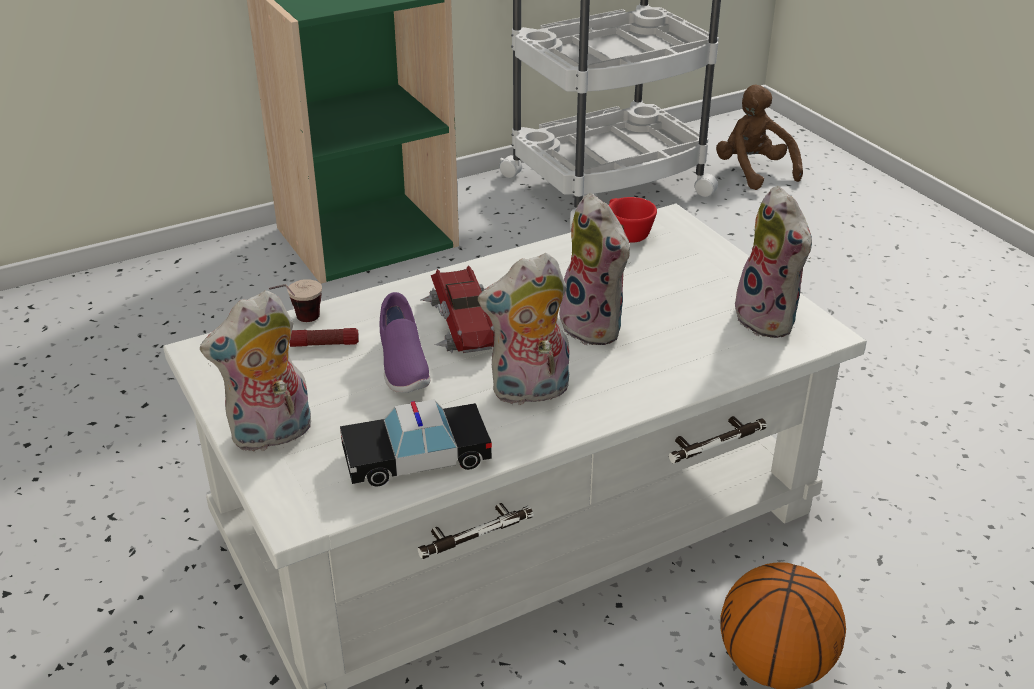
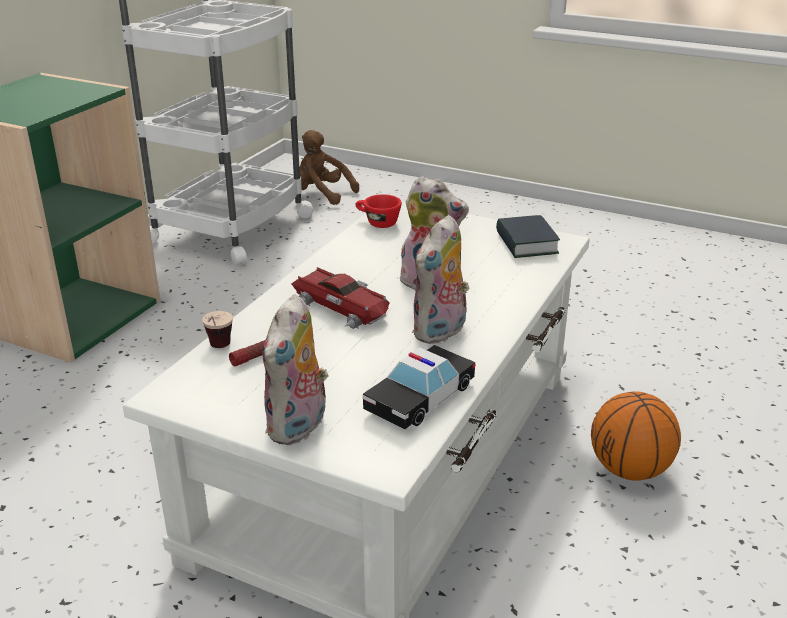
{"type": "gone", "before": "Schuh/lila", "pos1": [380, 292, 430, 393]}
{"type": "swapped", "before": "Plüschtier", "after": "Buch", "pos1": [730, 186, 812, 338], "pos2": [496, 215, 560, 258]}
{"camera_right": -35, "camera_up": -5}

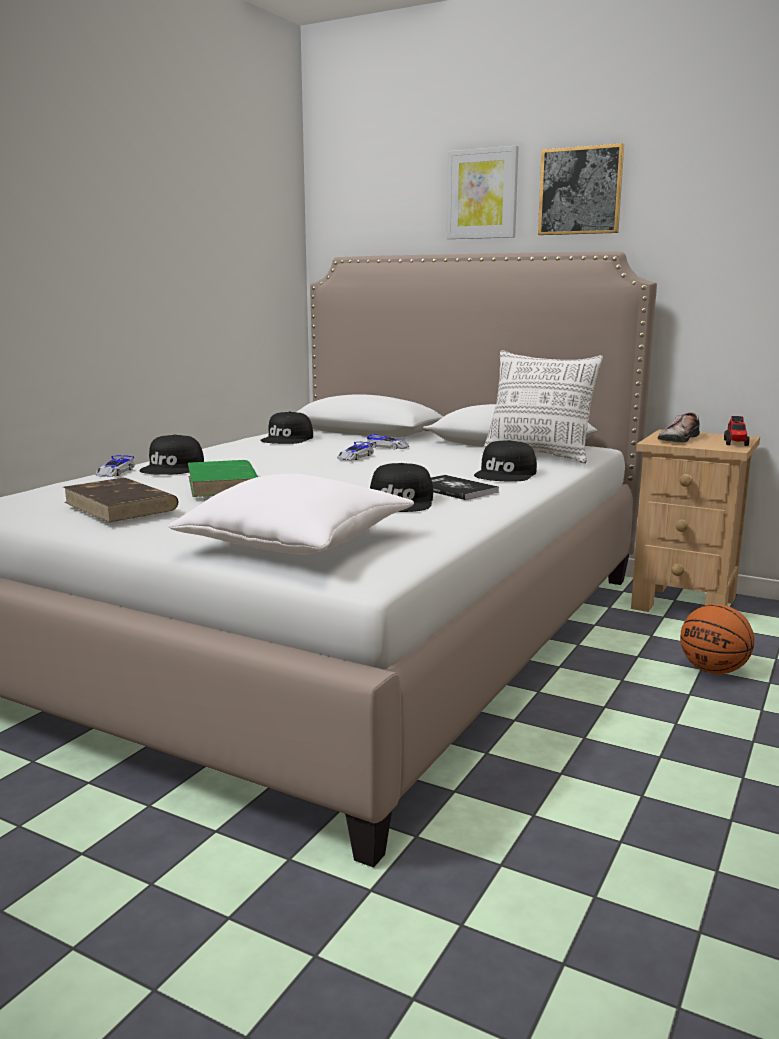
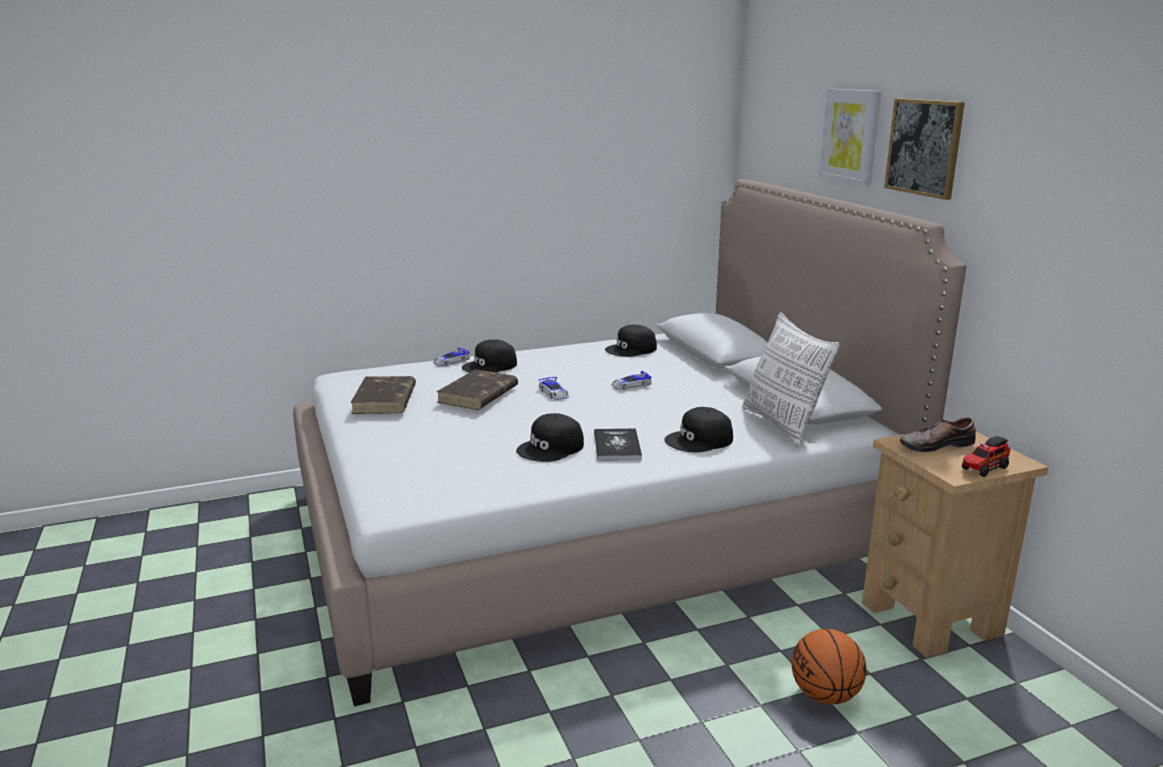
{"type": "gone", "before": "Kissen/weiß", "pos1": [168, 474, 414, 554]}
{"type": "shifted", "before": "Spielzeugauto", "pos1": [366, 434, 409, 450], "pos2": [538, 377, 569, 400]}
{"type": "repainted", "before": "Buch/grün", "after": "Buch/braun", "pos1": [188, 460, 258, 497], "pos2": [436, 369, 518, 410]}
{"camera_right": 40, "camera_up": 5}

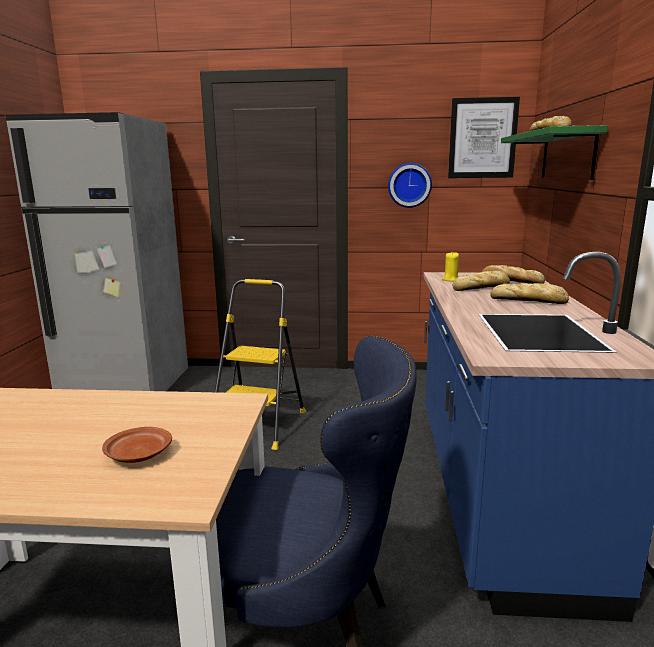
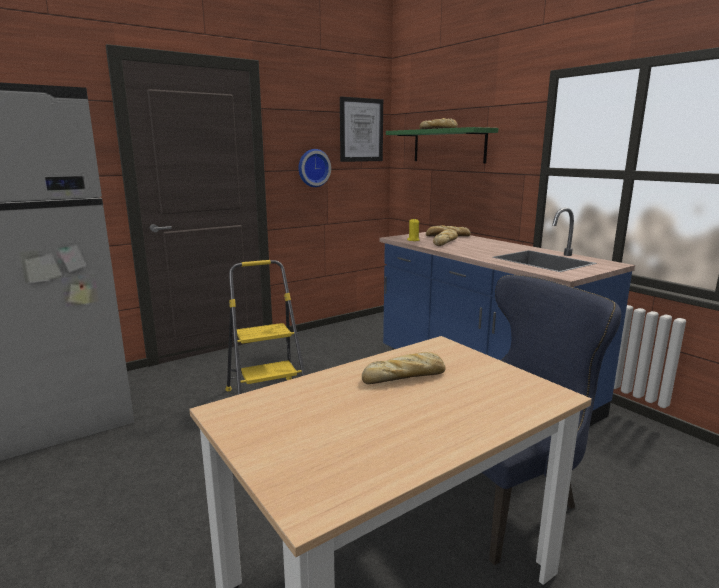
{"type": "gone", "before": "Teller/braun", "pos1": [102, 427, 172, 463]}
{"type": "shifted", "before": "Brot", "pos1": [490, 283, 569, 304], "pos2": [362, 352, 446, 384]}
{"camera_right": -40, "camera_up": 0}

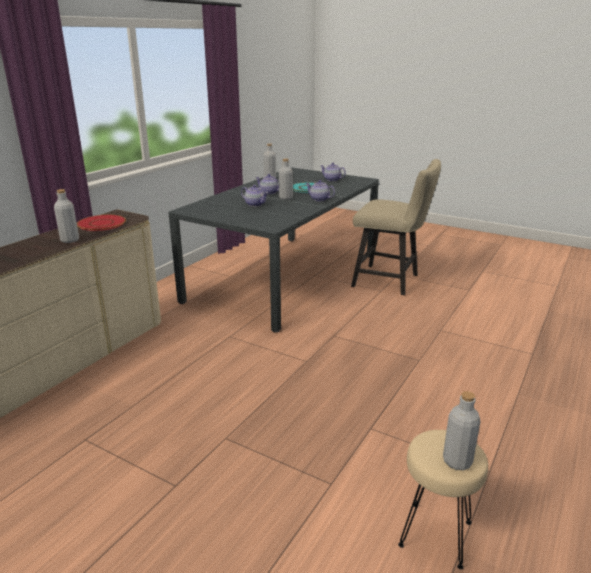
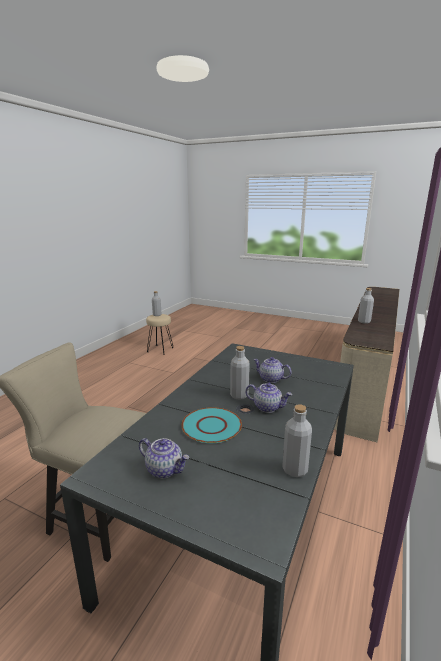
{"type": "gone", "before": "Teller/rot", "pos1": [77, 215, 126, 231]}
{"type": "gone", "before": "Teekanne", "pos1": [305, 180, 335, 201]}
{"camera_right": 175, "camera_up": -5}

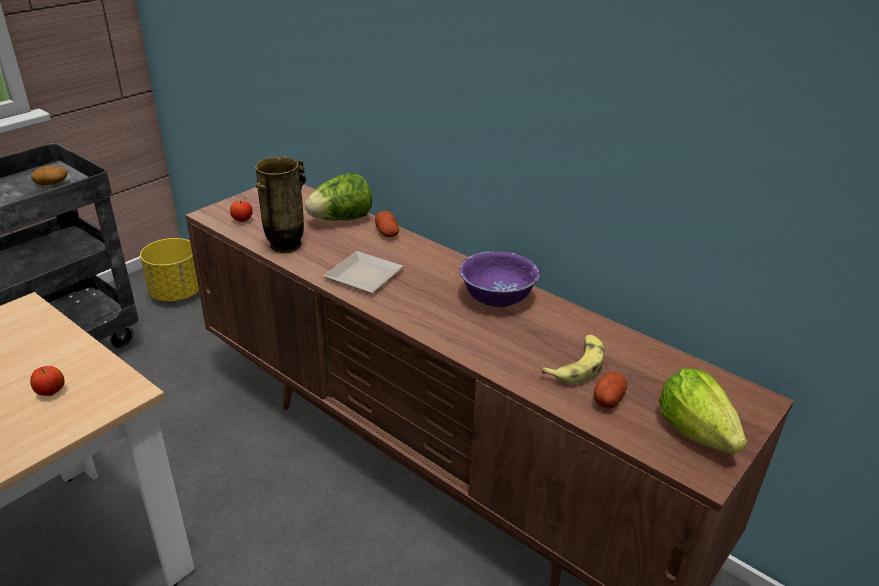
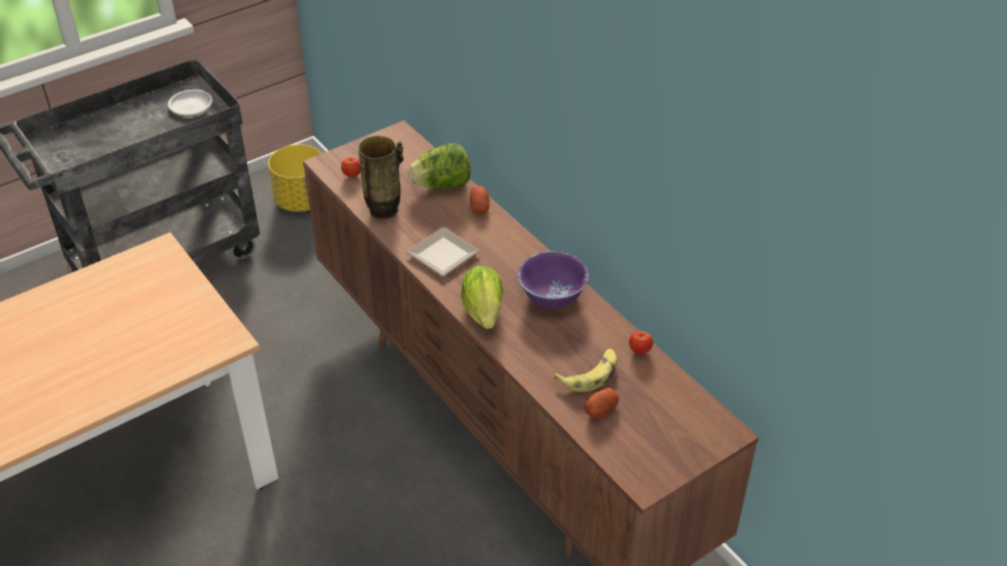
{"type": "shifted", "before": "Apfel", "pos1": [30, 366, 65, 396], "pos2": [629, 331, 653, 354]}
{"type": "shifted", "before": "Salatkopf", "pos1": [659, 368, 747, 454], "pos2": [461, 266, 503, 329]}
{"type": "swapped", "before": "Kartoffel", "after": "Teller/weiß", "pos1": [31, 165, 68, 185], "pos2": [168, 90, 213, 115]}
{"camera_right": 15, "camera_up": 10}

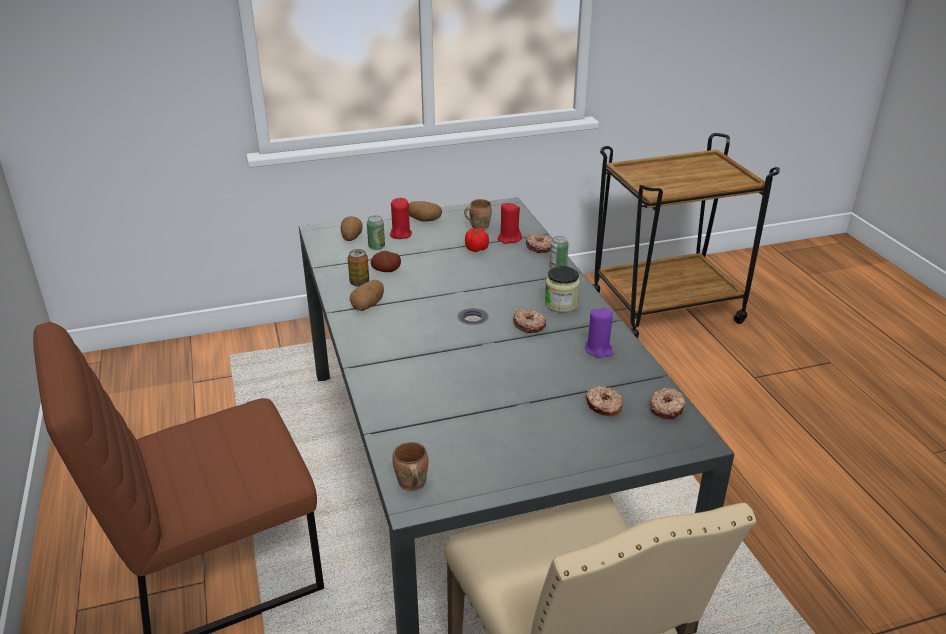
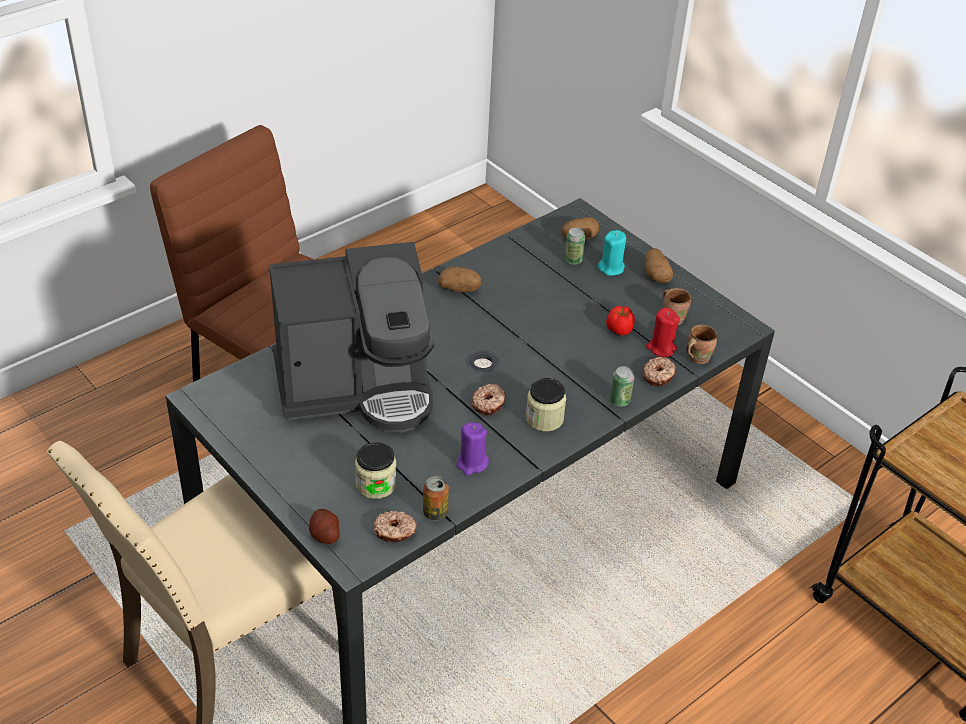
{"type": "new", "after": "Kaffeemaschine", "pos2": [269, 242, 434, 433]}
{"type": "shifted", "before": "Dose", "pos1": [348, 249, 369, 287], "pos2": [423, 476, 449, 521]}
{"type": "shifted", "before": "Kartoffel", "pos1": [371, 251, 401, 272], "pos2": [309, 509, 340, 544]}
{"type": "shifted", "before": "Henkelbecher/braun", "pos1": [392, 442, 428, 491], "pos2": [686, 325, 717, 364]}
{"type": "swapped", "before": "Donut", "after": "Vorratsglas", "pos1": [586, 386, 623, 416], "pos2": [355, 442, 396, 499]}
{"type": "repainted", "before": "Kerze/rot", "after": "Kerze/türkis", "pos1": [390, 198, 412, 239], "pos2": [598, 230, 626, 276]}
{"camera_right": 65, "camera_up": 10}

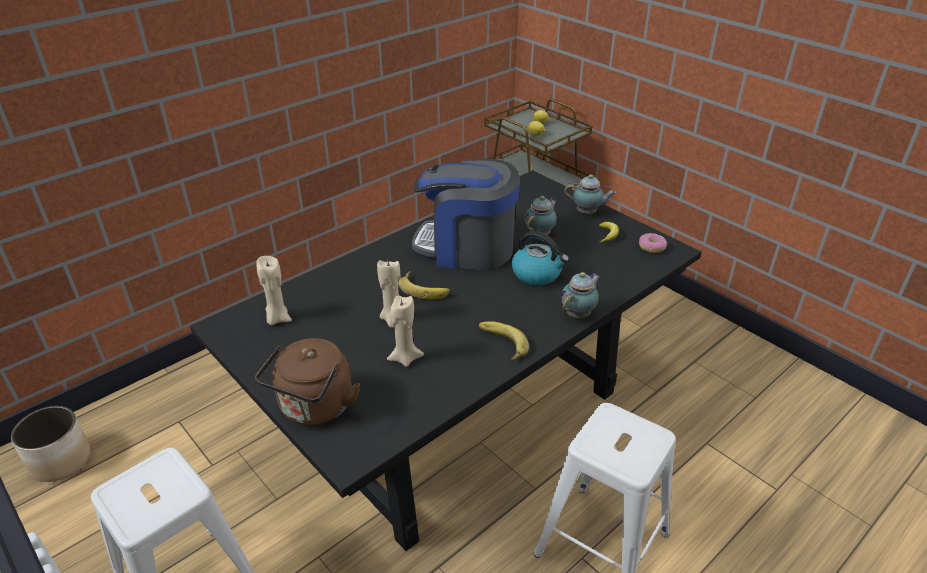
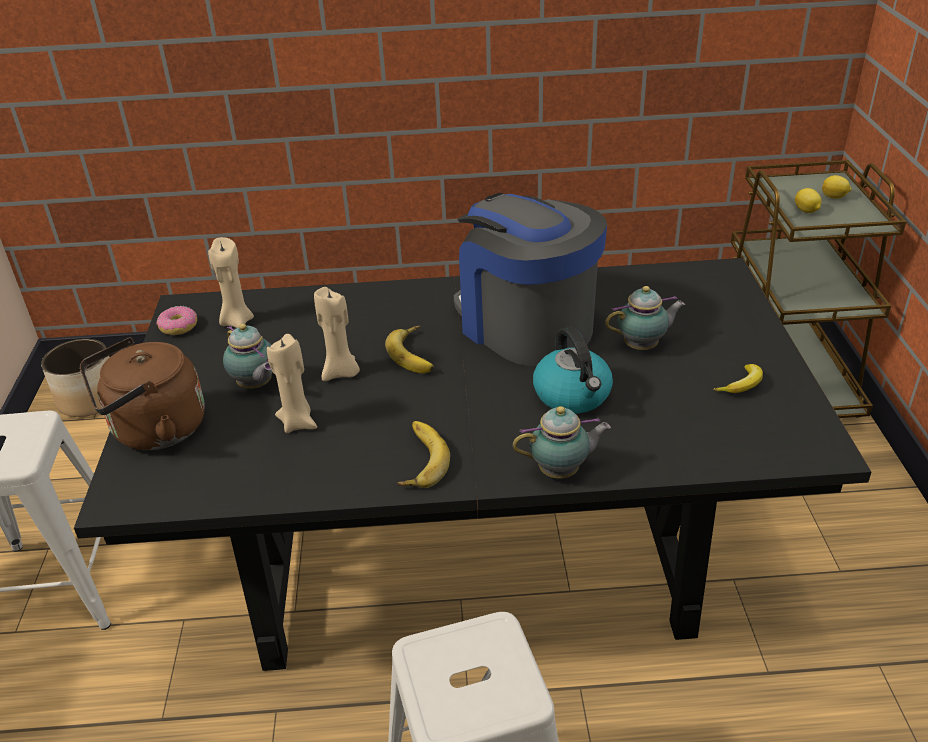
{"type": "shifted", "before": "Teekanne", "pos1": [564, 174, 616, 214], "pos2": [223, 324, 272, 389]}
{"type": "shifted", "before": "Donut", "pos1": [639, 233, 667, 253], "pos2": [157, 306, 197, 335]}
{"camera_right": 40, "camera_up": 0}

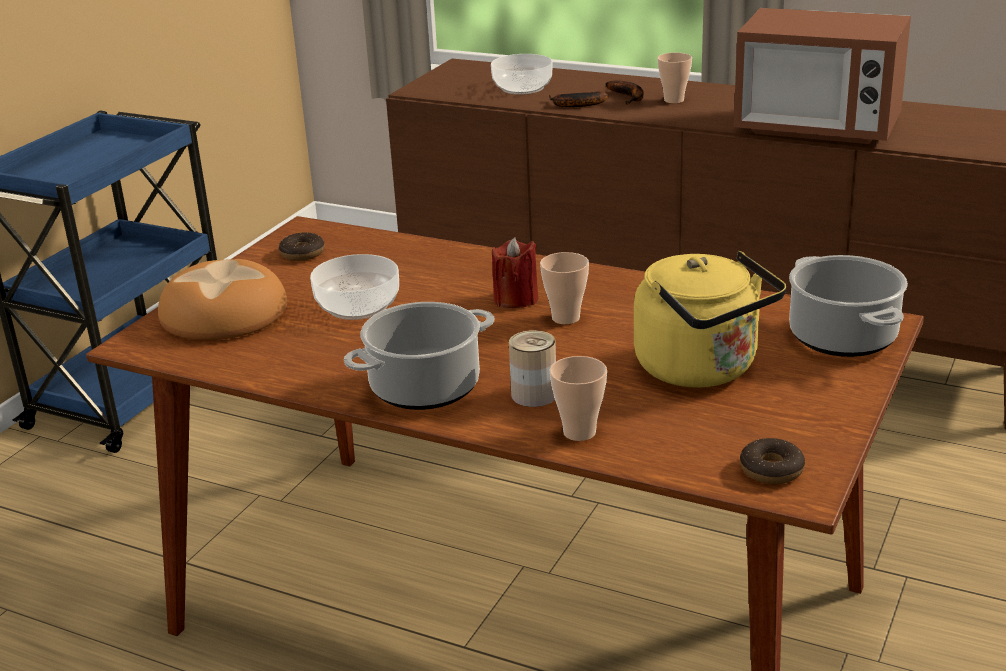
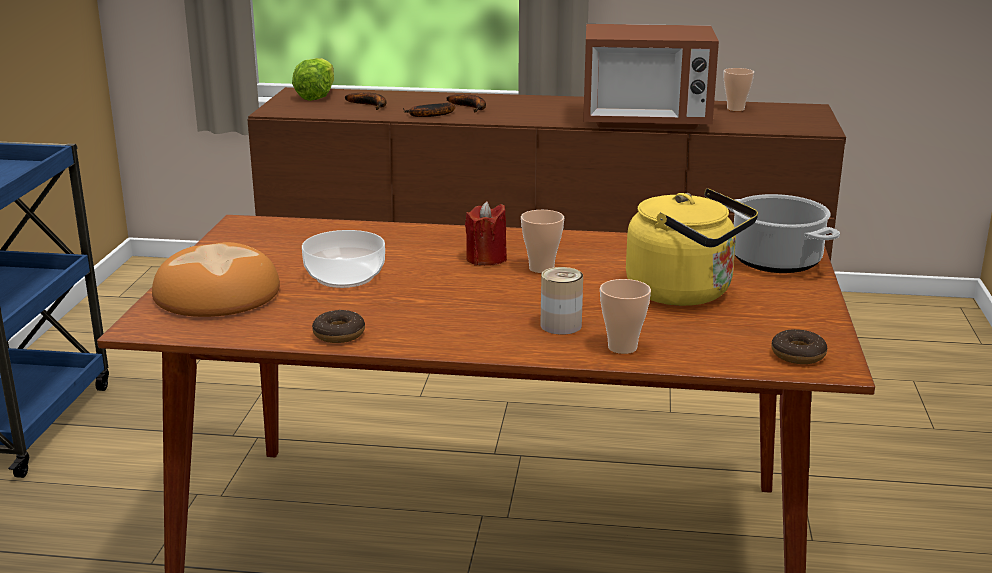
{"type": "gone", "before": "Kochtopf", "pos1": [344, 302, 494, 410]}
{"type": "new", "after": "Salatkopf", "pos2": [292, 58, 334, 101]}
{"type": "shifted", "before": "Donut", "pos1": [279, 232, 325, 261], "pos2": [312, 310, 365, 343]}
{"type": "shifted", "before": "Tasse", "pos1": [657, 53, 692, 104], "pos2": [724, 68, 754, 111]}
{"type": "swapped", "before": "Schüssel", "after": "Banane", "pos1": [491, 54, 552, 95], "pos2": [345, 93, 386, 110]}
{"camera_right": -20, "camera_up": -5}

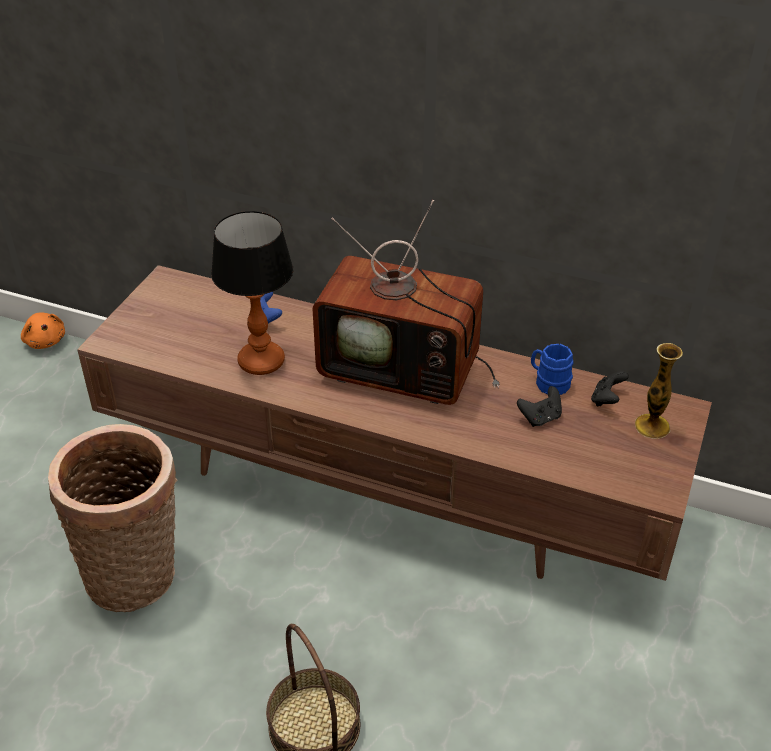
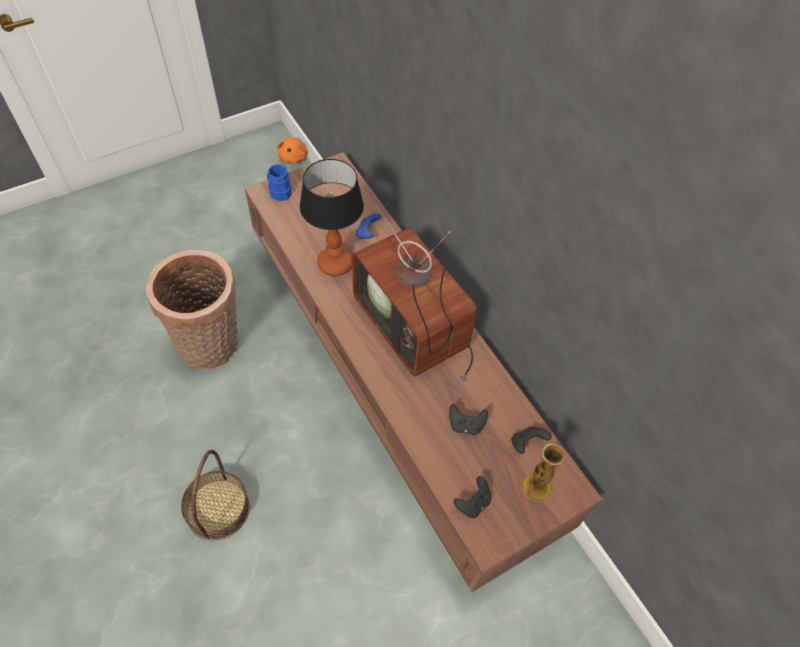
{"type": "new", "after": "Gamepad/schwarz", "pos2": [454, 476, 491, 518]}
{"type": "shifted", "before": "Henkelbecher/blau", "pos1": [531, 344, 573, 395], "pos2": [267, 164, 292, 201]}
{"camera_right": 35, "camera_up": 15}

